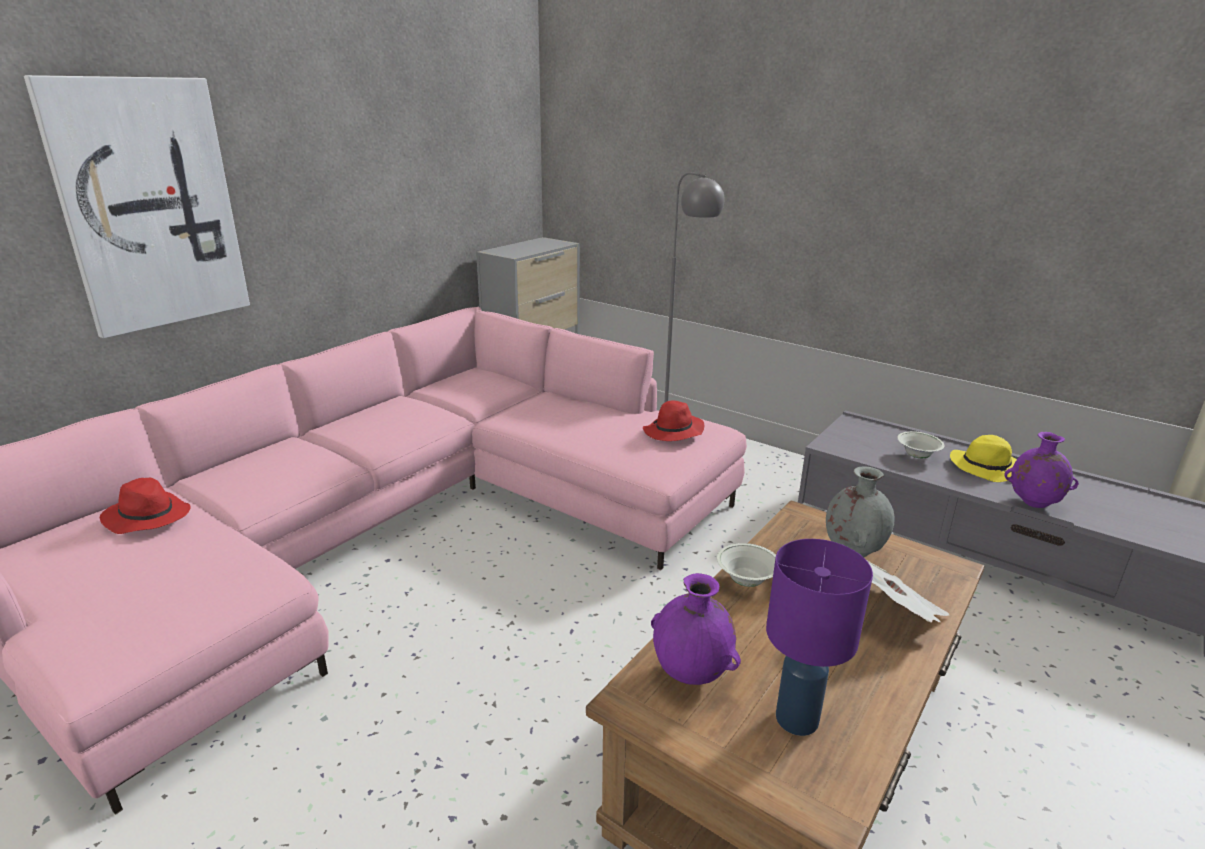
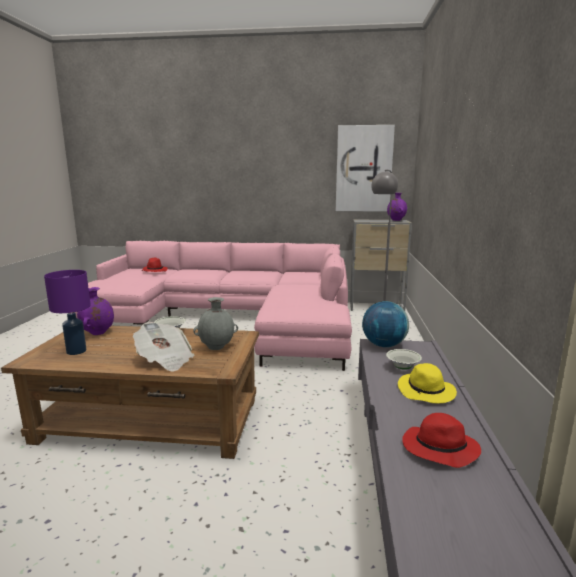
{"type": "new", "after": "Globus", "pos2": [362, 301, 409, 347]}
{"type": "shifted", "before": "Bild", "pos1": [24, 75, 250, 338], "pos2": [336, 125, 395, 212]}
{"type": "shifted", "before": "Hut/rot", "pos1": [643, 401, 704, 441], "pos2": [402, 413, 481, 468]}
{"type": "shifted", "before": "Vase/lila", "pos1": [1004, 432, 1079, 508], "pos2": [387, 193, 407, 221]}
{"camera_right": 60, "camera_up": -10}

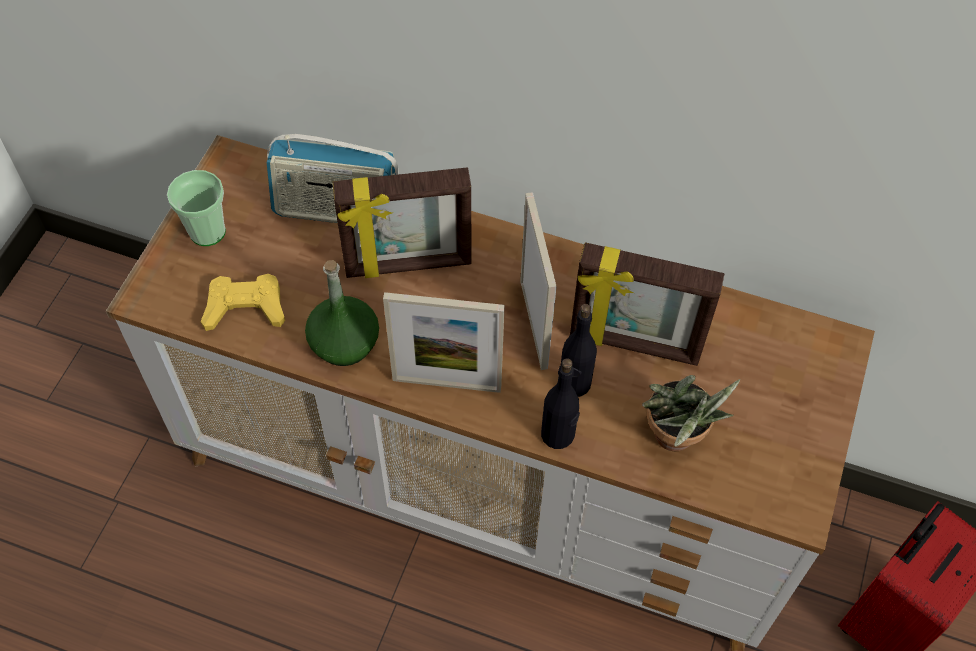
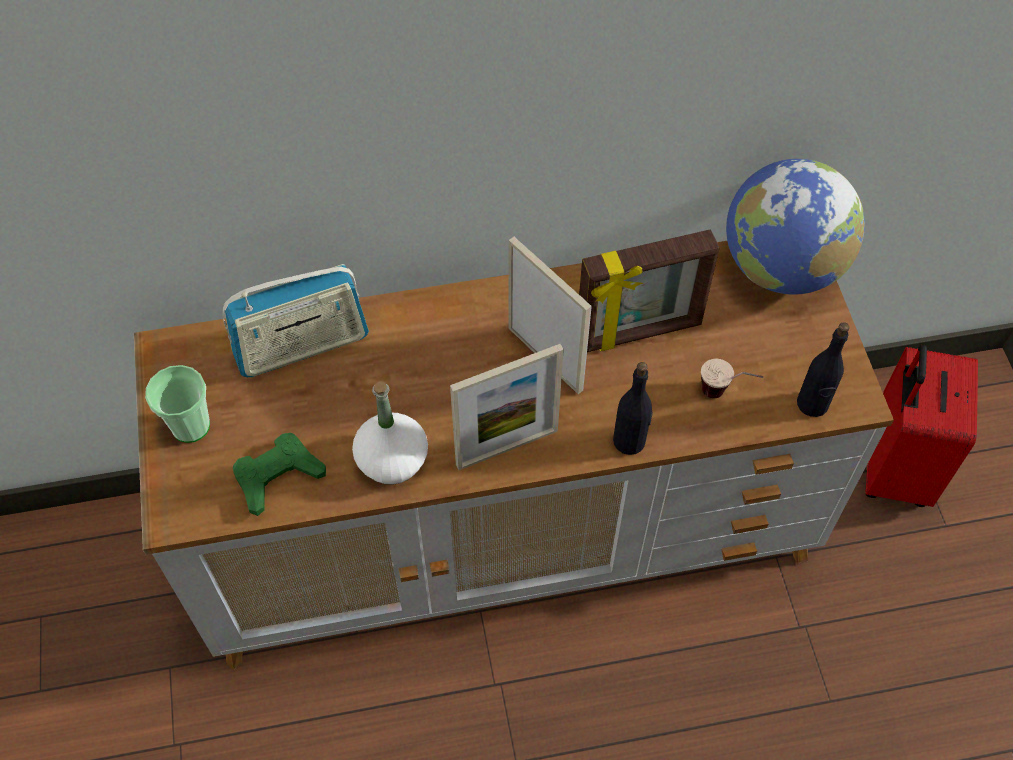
{"type": "gone", "before": "Bilderrahmen", "pos1": [332, 168, 471, 278]}
{"type": "new", "after": "Globus", "pos2": [726, 159, 865, 295]}
{"type": "shifted", "before": "Flasche/schwarz", "pos1": [561, 304, 597, 397], "pos2": [797, 322, 849, 417]}
{"type": "swapped", "before": "Topfpflanze", "after": "Tasse", "pos1": [642, 375, 741, 452], "pos2": [701, 359, 763, 398]}
{"type": "repainted", "before": "Gamepad/gelb", "after": "Gamepad/grün", "pos1": [200, 274, 285, 331], "pos2": [233, 433, 326, 516]}
{"type": "repainted", "before": "Flasche/grün", "after": "Flasche/weiß", "pos1": [305, 260, 379, 366], "pos2": [352, 381, 428, 485]}
{"camera_right": -30, "camera_up": 0}

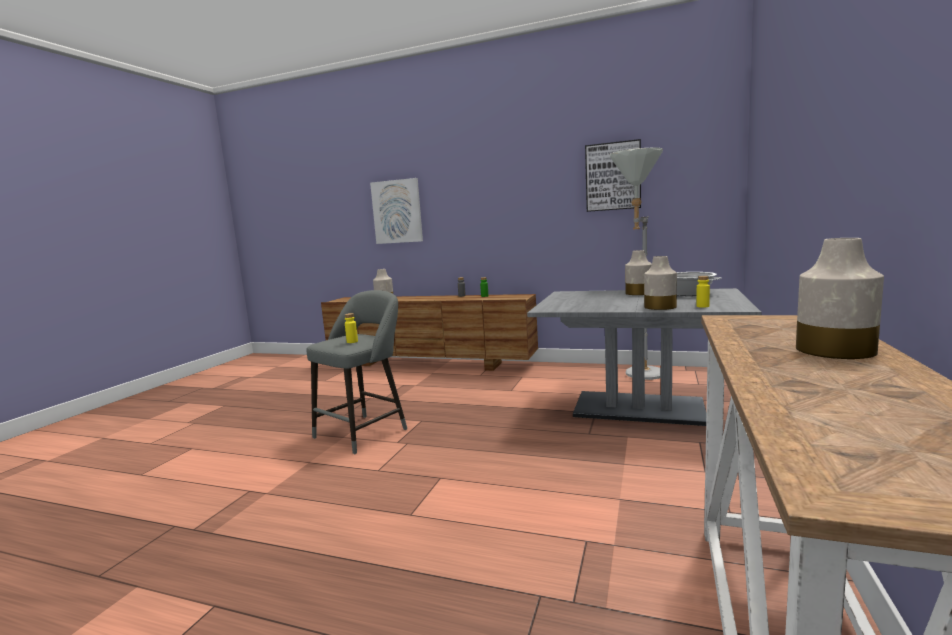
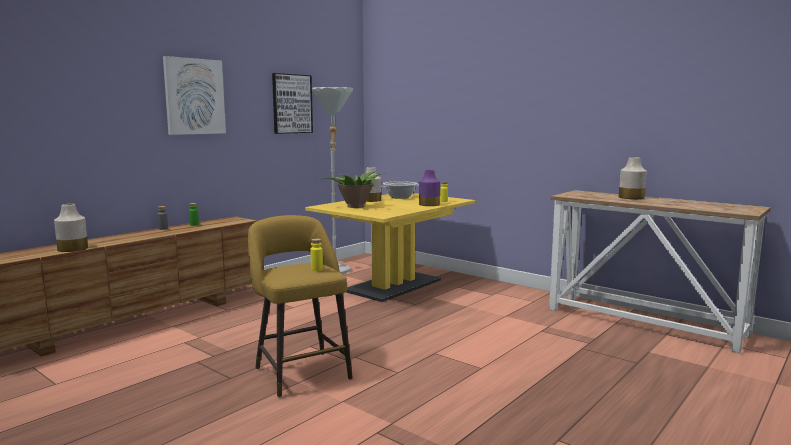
{"type": "new", "after": "Topfpflanze", "pos2": [323, 171, 384, 208]}
{"type": "shifted", "before": "Bild", "pos1": [370, 178, 423, 244], "pos2": [163, 56, 226, 135]}
{"type": "repainted", "before": "Hocker/grau", "after": "Hocker/gelb", "pos1": [306, 290, 407, 454], "pos2": [248, 215, 353, 398]}
{"type": "repainted", "before": "Esstisch/grau", "after": "Esstisch/gelb", "pos1": [527, 288, 762, 426], "pos2": [305, 193, 475, 302]}
{"type": "repainted", "before": "Vase/beige", "after": "Vase/lila", "pos1": [644, 256, 677, 310], "pos2": [419, 170, 440, 206]}
{"camera_right": -70, "camera_up": 0}

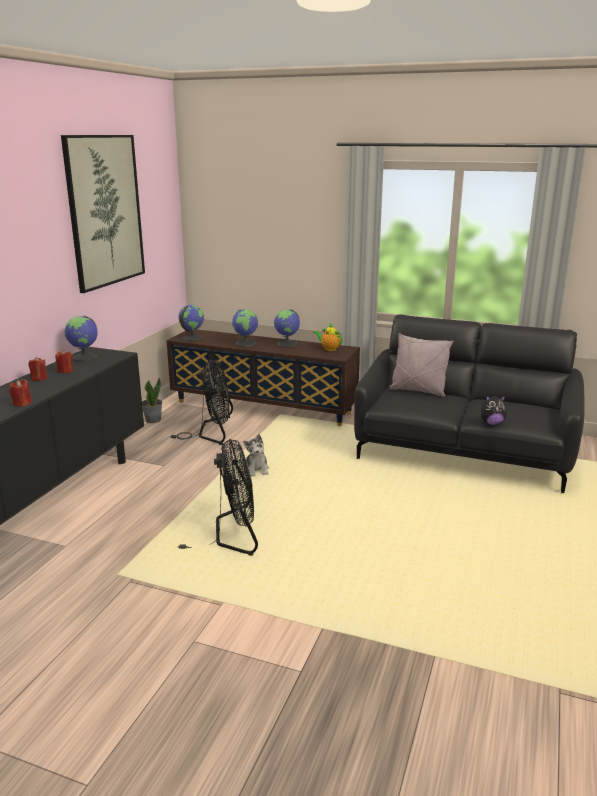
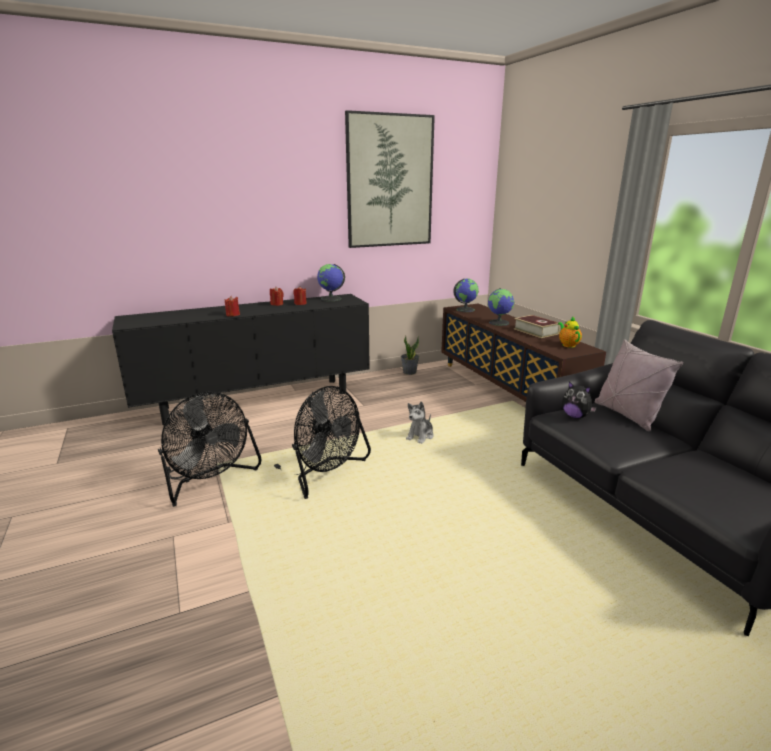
{"type": "shifted", "before": "Ventilator/schwarz", "pos1": [170, 360, 233, 445], "pos2": [158, 391, 261, 507]}
{"type": "shifted", "before": "Plüschtier", "pos1": [481, 396, 507, 425], "pos2": [562, 381, 597, 419]}
{"type": "swapped", "before": "Globus", "after": "Buch", "pos1": [274, 309, 300, 347], "pos2": [514, 315, 560, 338]}
{"camera_right": 45, "camera_up": 0}

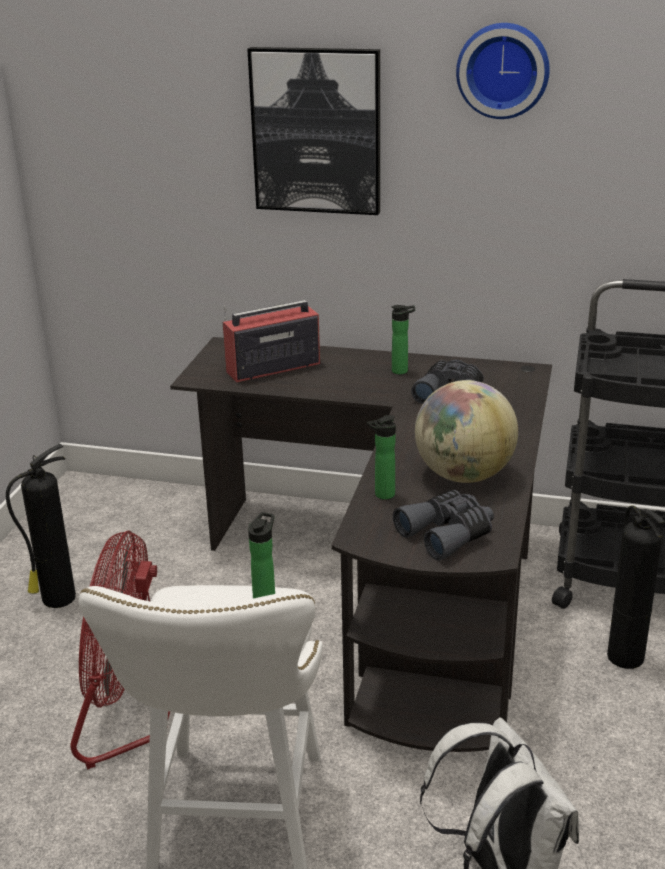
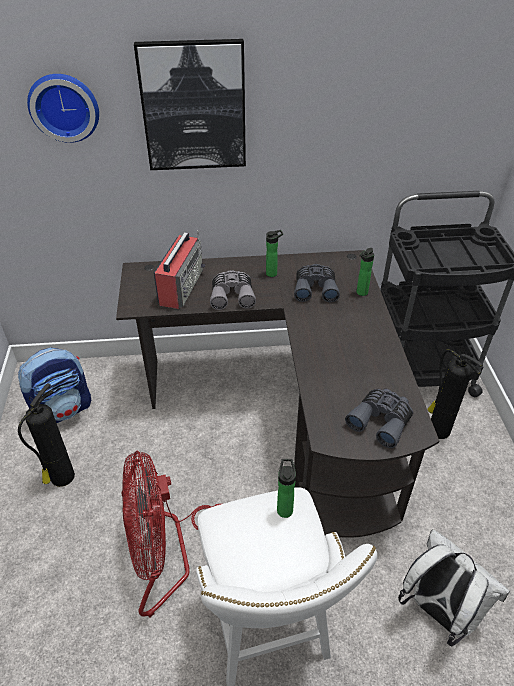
{"type": "gone", "before": "Globus", "pos1": [415, 380, 518, 483]}
{"type": "new", "after": "Rucksack", "pos2": [18, 348, 91, 423]}
{"type": "new", "after": "Fernglas/grau", "pos2": [210, 270, 256, 310]}
{"type": "shifted", "before": "Flasche", "pos1": [367, 415, 396, 500], "pos2": [356, 248, 374, 296]}
{"type": "shifted", "before": "Wanduhr", "pos1": [456, 23, 550, 119], "pos2": [27, 74, 99, 143]}
{"type": "rotated", "before": "Radio", "pos1": [223, 300, 320, 382], "pos2": [154, 230, 205, 309], "turn": 150}
{"camera_right": -20, "camera_up": 15}

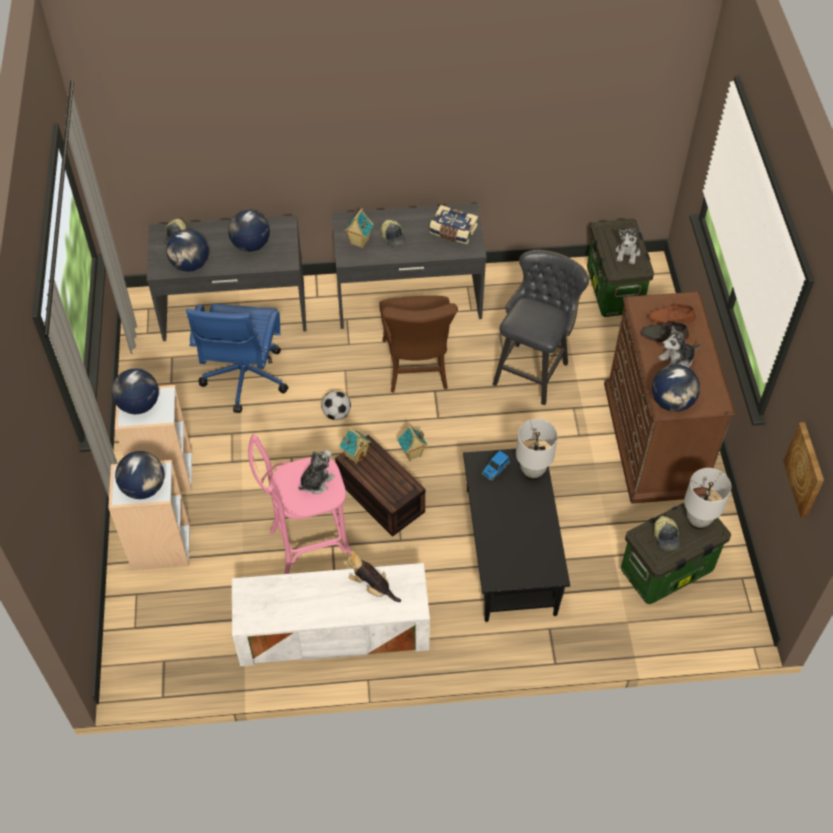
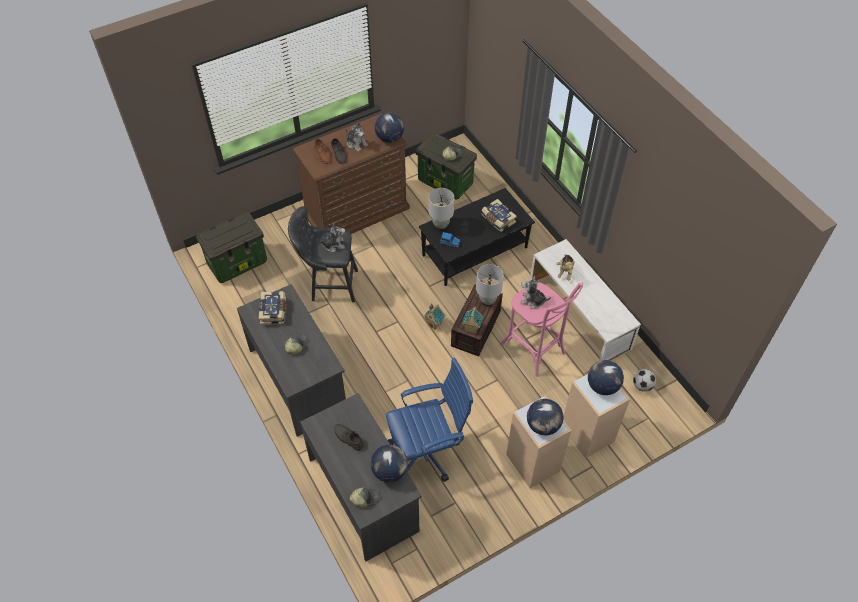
{"type": "gone", "before": "Spielzeughaus", "pos1": [344, 208, 373, 248]}
{"type": "gone", "before": "Stuhl/braun", "pos1": [379, 296, 458, 393]}
{"type": "gone", "before": "Bild", "pos1": [783, 422, 824, 518]}
{"type": "new", "after": "Buch", "pos2": [481, 199, 517, 232]}
{"type": "shifted", "before": "Fußball", "pos1": [321, 391, 351, 420], "pos2": [633, 369, 656, 392]}
{"type": "shifted", "before": "Plüschtier", "pos1": [615, 228, 640, 264], "pos2": [317, 224, 345, 252]}
{"type": "shifted", "before": "Tischlampe/weiß", "pos1": [684, 468, 731, 529], "pos2": [476, 264, 504, 306]}
{"type": "swapped", "before": "Globus", "after": "Schuh/grau", "pos1": [228, 210, 270, 252], "pos2": [334, 424, 364, 451]}
{"camera_right": -115, "camera_up": 0}

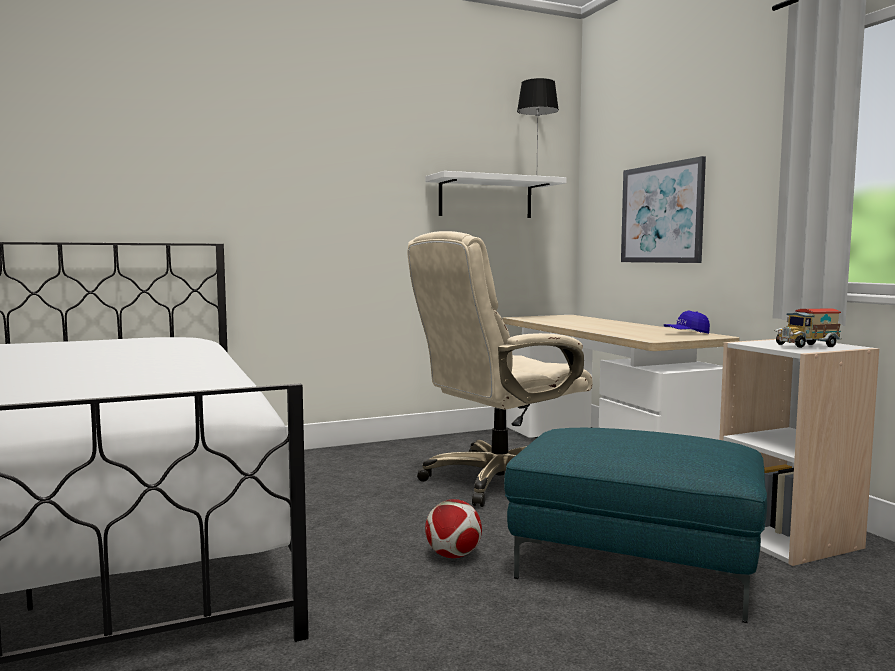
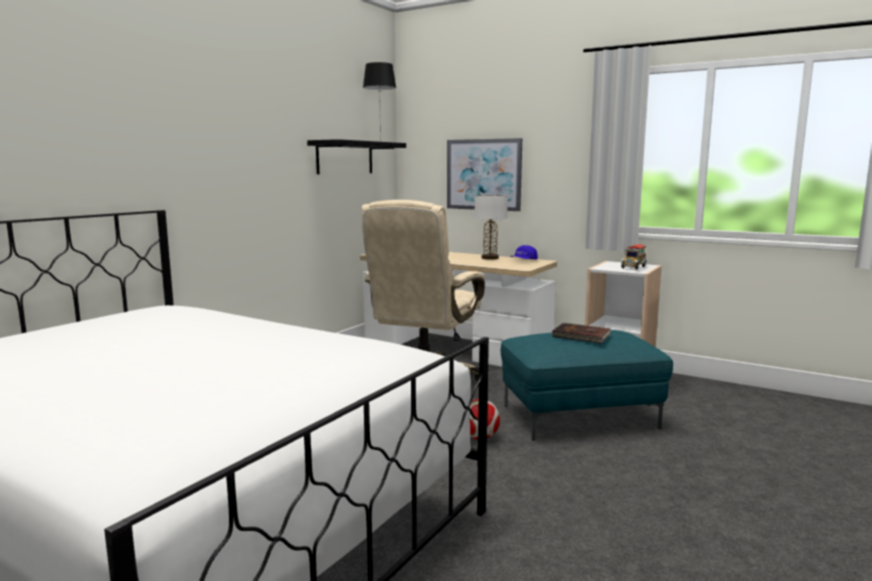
{"type": "new", "after": "Tischlampe", "pos2": [475, 195, 508, 260]}
{"type": "new", "after": "Buch/braun", "pos2": [551, 323, 611, 343]}
{"type": "repainted", "before": "Wandregal/weiß", "after": "Wandregal/schwarz", "pos1": [426, 171, 567, 218], "pos2": [307, 139, 406, 174]}
{"camera_right": -35, "camera_up": 5}

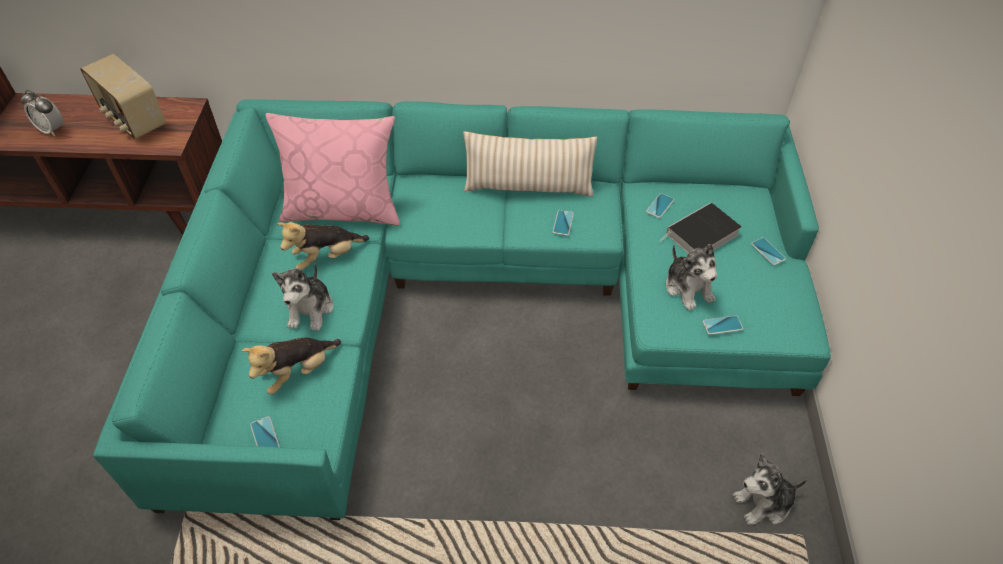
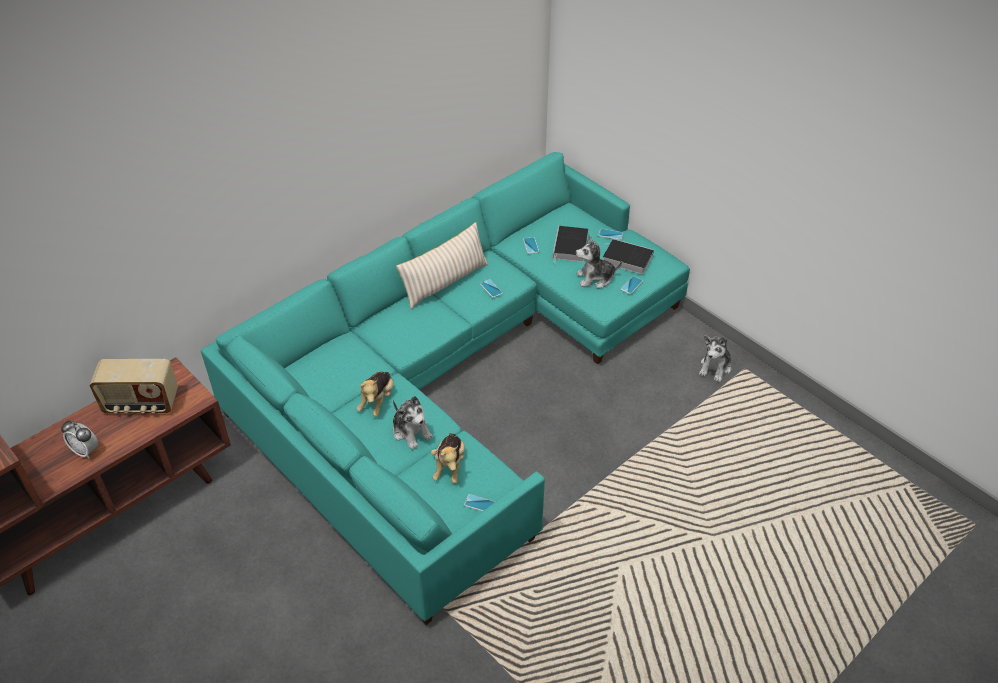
{"type": "gone", "before": "Kissen/rosa", "pos1": [266, 113, 400, 226]}
{"type": "new", "after": "Buch", "pos2": [603, 239, 654, 274]}
{"type": "rotated", "before": "Wecker", "pos1": [20, 90, 64, 136], "pos2": [61, 420, 99, 458], "turn": 45}
{"type": "rotated", "before": "Plüschtier", "pos1": [665, 244, 717, 311], "pos2": [576, 236, 622, 288], "turn": 150}
{"camera_right": -45, "camera_up": -5}

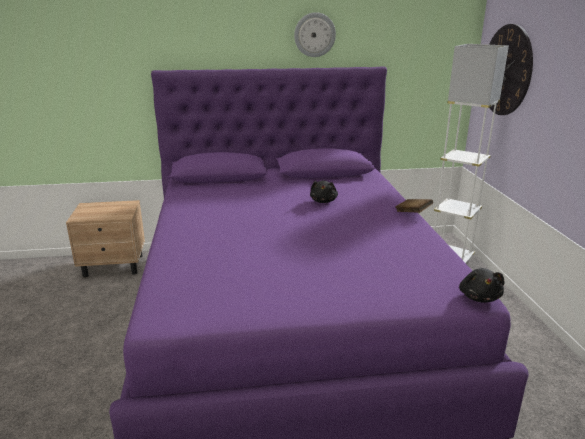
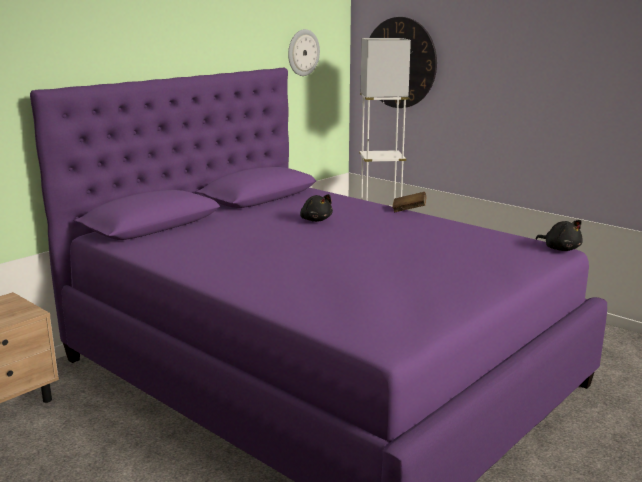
{"type": "shifted", "before": "Wanduhr", "pos1": [294, 12, 336, 57], "pos2": [288, 29, 320, 76]}
{"camera_right": -40, "camera_up": -5}

